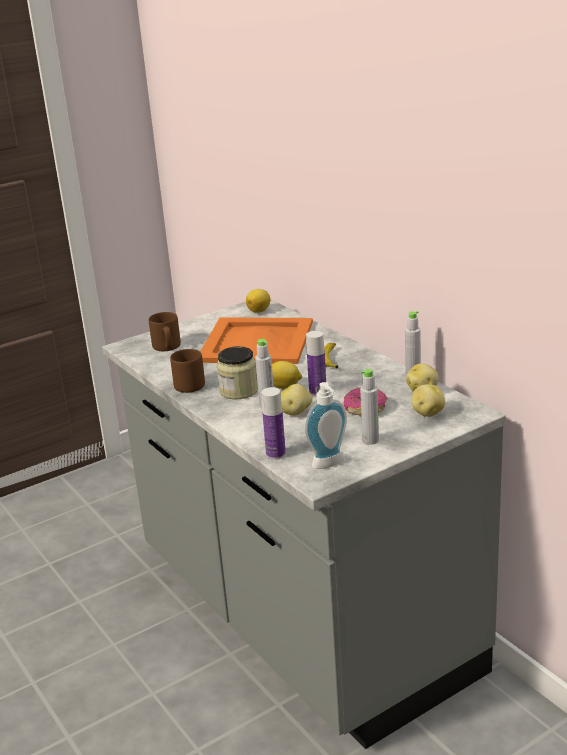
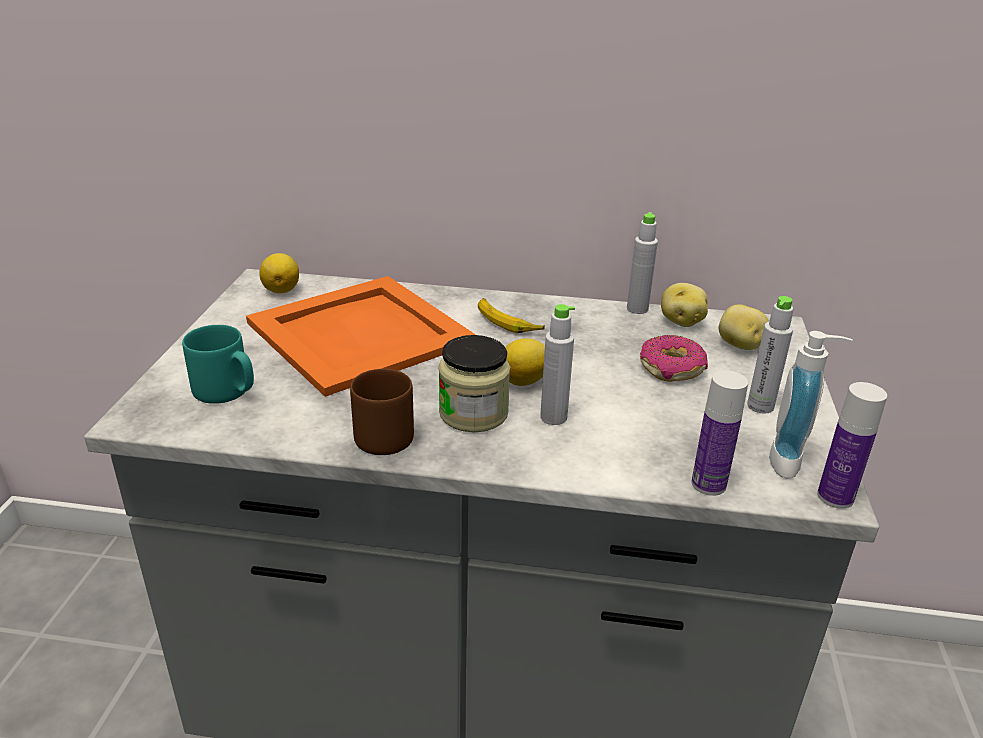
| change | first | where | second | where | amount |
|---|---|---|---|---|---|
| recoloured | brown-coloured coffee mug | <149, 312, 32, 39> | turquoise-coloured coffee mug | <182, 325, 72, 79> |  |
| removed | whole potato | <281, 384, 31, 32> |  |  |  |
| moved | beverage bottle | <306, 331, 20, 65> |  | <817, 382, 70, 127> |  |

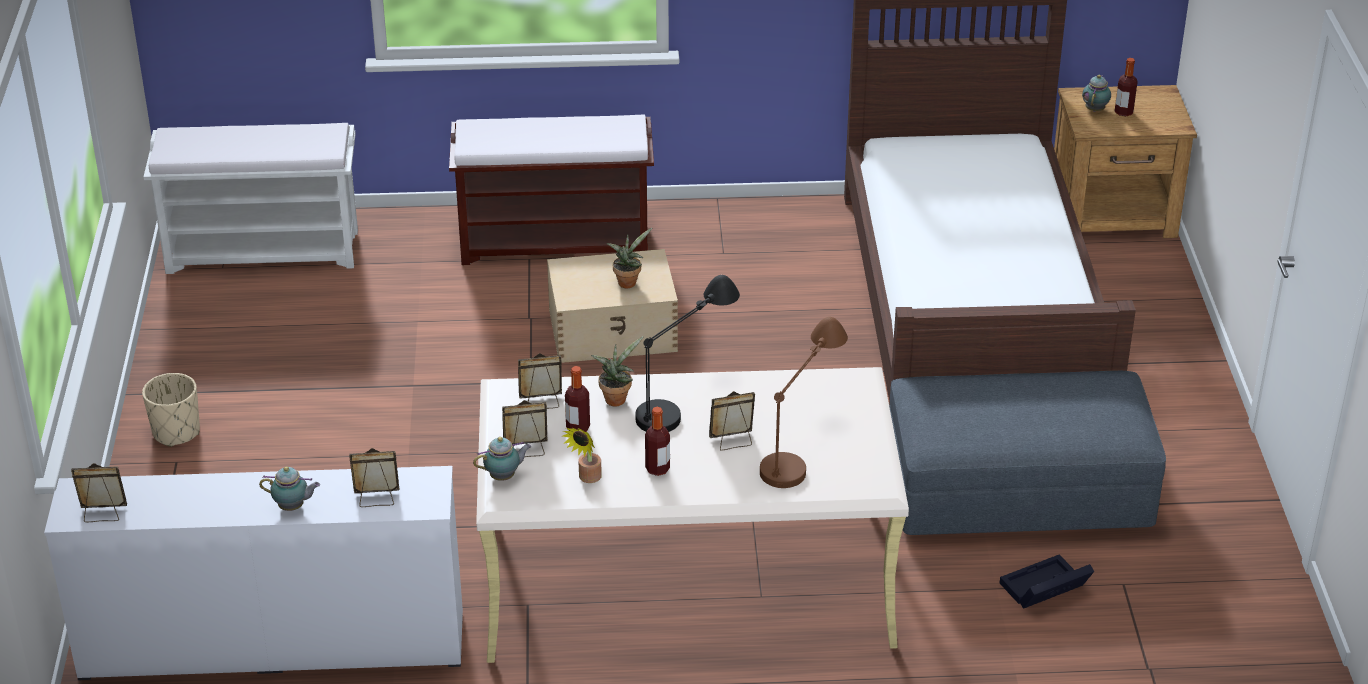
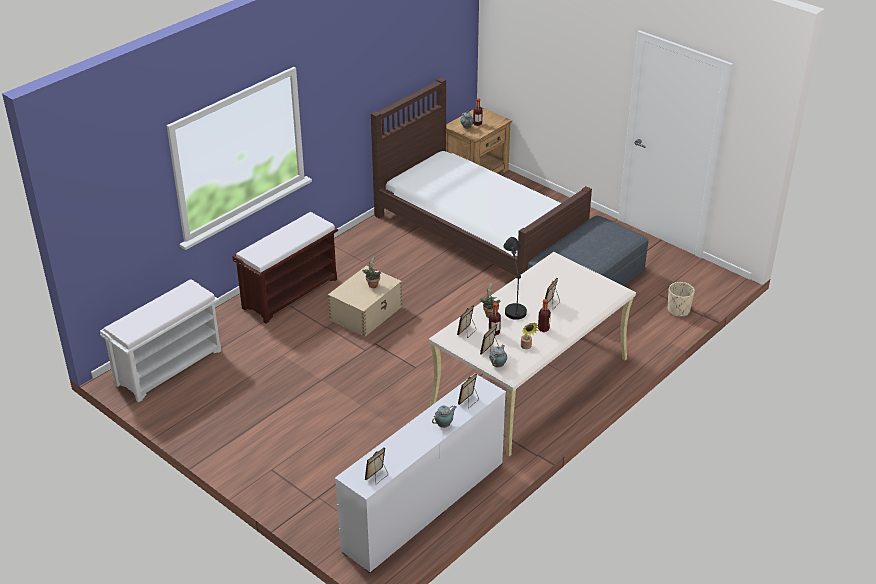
| change | first | where | second | where | amount |
|---|---|---|---|---|---|
| moved | beige-coloured plant pot | <142, 373, 58, 74> |  | <667, 282, 28, 35> |  |
| removed | brown-coloured tabletop lamp | <760, 317, 88, 171> |  |  |  |
| removed | black-coloured storage container | <1000, 555, 94, 54> |  |  |  |

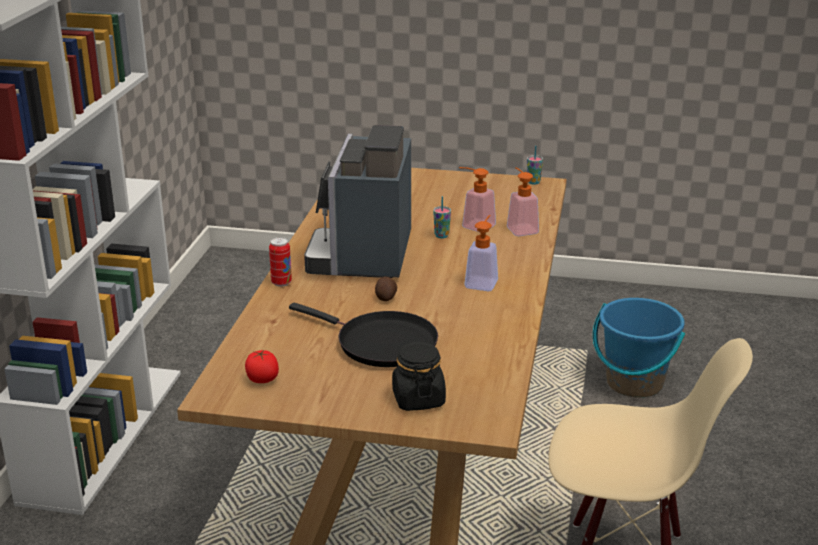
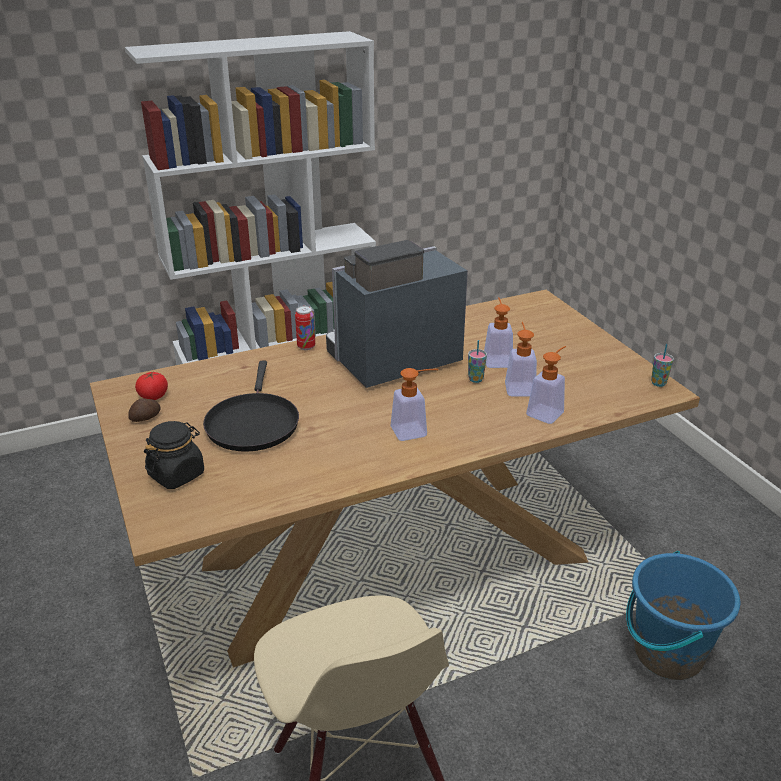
| change | first | where | second | where | amount |
|---|---|---|---|---|---|
| moved | whole potato | <375, 277, 22, 24> |  | <128, 398, 33, 24> |  |
| added |  |  | soap dispenser | <484, 297, 29, 71> |  |

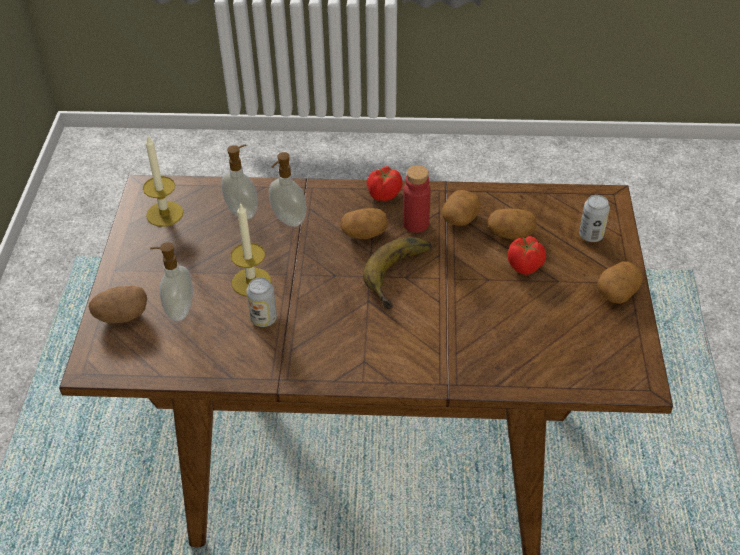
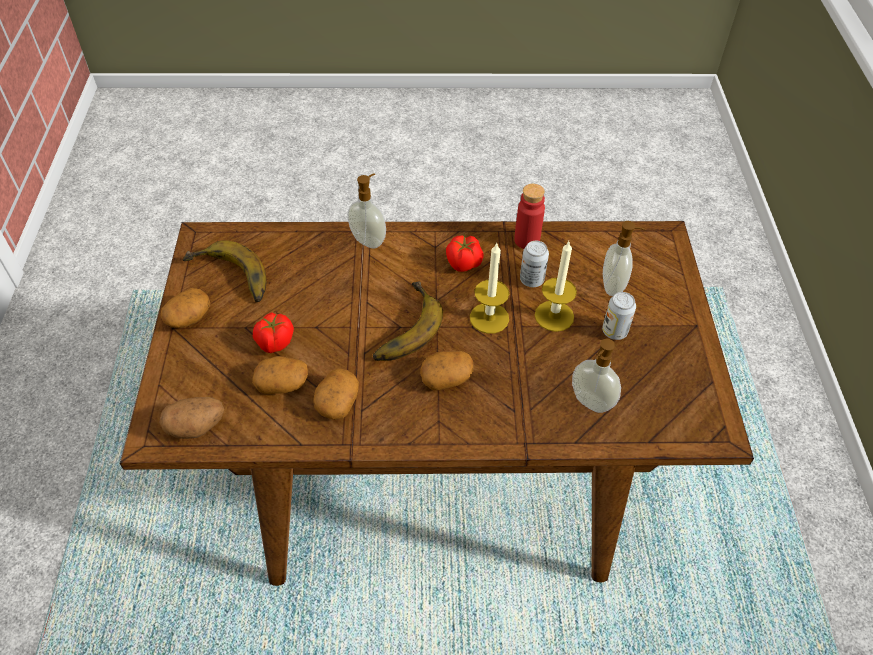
| change | first | where | second | where | amount |
|---|---|---|---|---|---|
| moved | whole potato | <89, 286, 58, 37> |  | <159, 397, 65, 42> |  |
| moved | candle | <143, 136, 40, 91> |  | <470, 242, 39, 92> |  |
| moved | soap dispenser | <269, 152, 38, 75> |  | <348, 173, 38, 75> |  |
| moved | whole tomato | <366, 166, 37, 35> |  | <446, 235, 38, 37> |  |
| moved | red beverage bottle | <403, 165, 28, 68> |  | <514, 184, 31, 65> |  |
| moved | metal can | <579, 195, 31, 47> |  | <602, 292, 34, 48> |  |
| added |  |  | whole banana | <183, 240, 83, 62> |  |

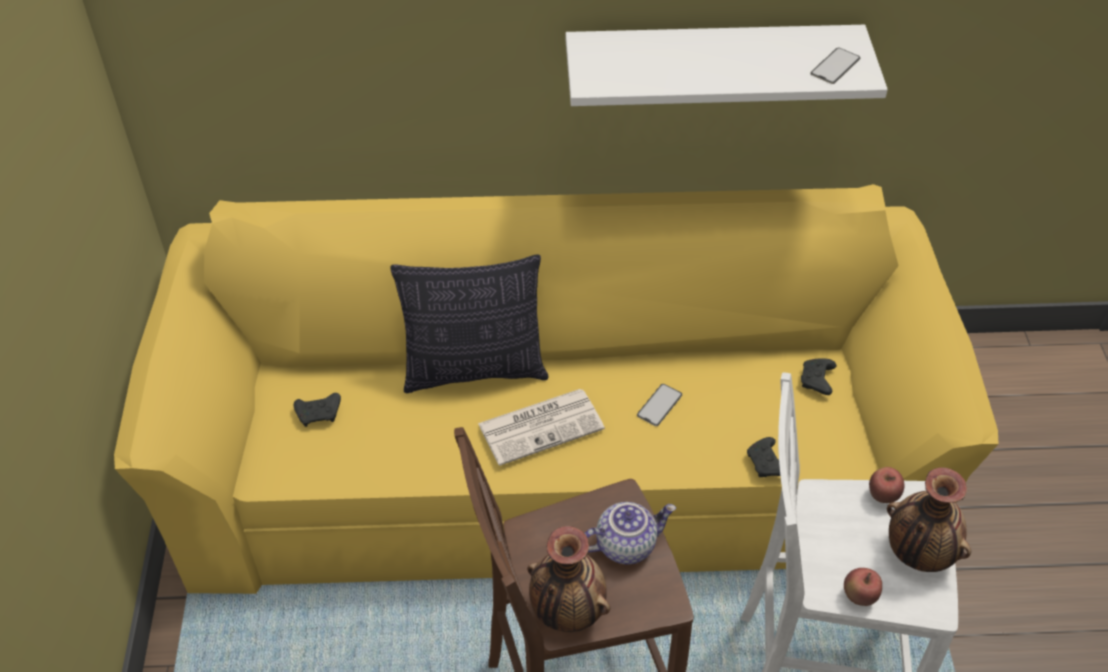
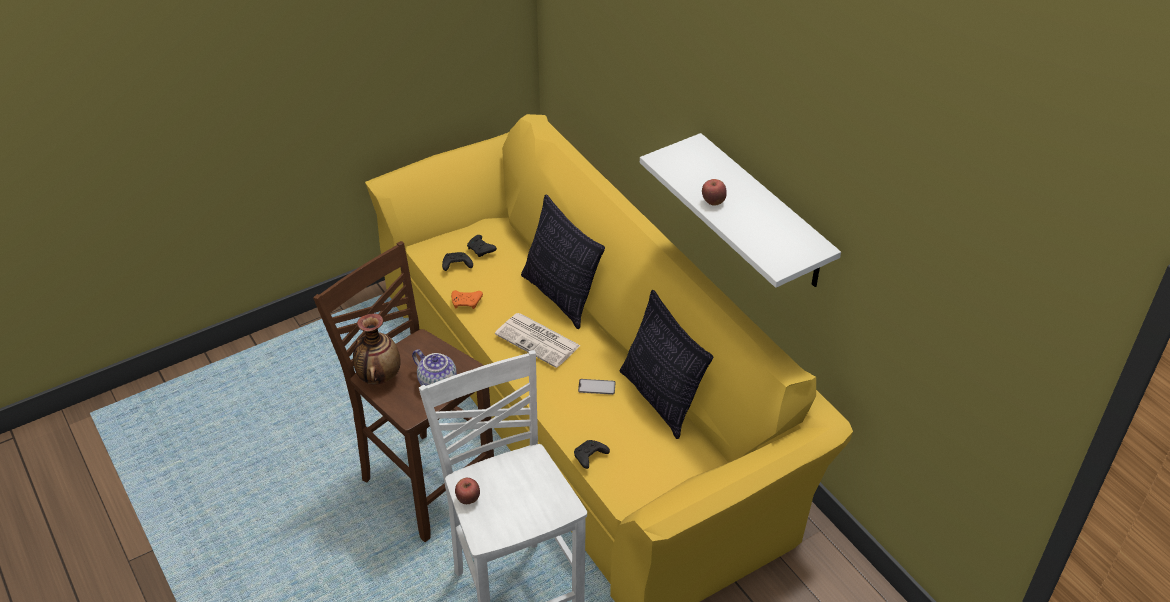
| change | first | where | second | where | amount |
|---|---|---|---|---|---|
| moved | black-coloured joypad | <801, 358, 35, 37> |  | <442, 252, 31, 19> |  |
| removed | handset | <810, 48, 50, 36> |  |  |  |
| moved | apple fruit | <869, 467, 35, 36> |  | <702, 179, 25, 27> |  |
| removed | decorative vase | <887, 467, 84, 105> |  |  |  |
| added |  |  | orange-coloured joypad | <451, 290, 32, 19> |  |
| added |  |  | pillow | <620, 290, 93, 149> |  |

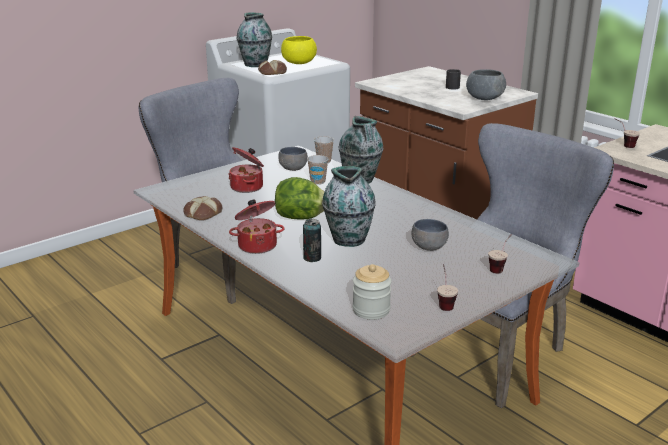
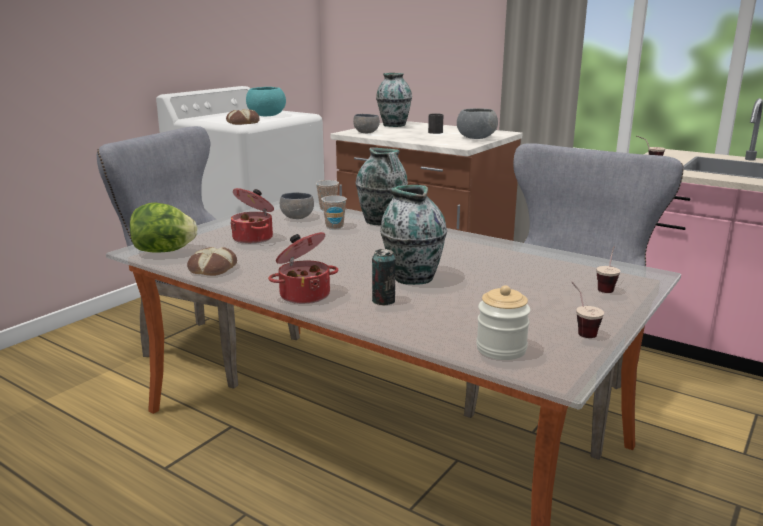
| change | first | where | second | where | amount |
|---|---|---|---|---|---|
| moved | decorative vase | <237, 13, 35, 54> |  | <376, 73, 36, 54> |  |
| moved | lettuce head | <275, 177, 49, 42> |  | <130, 202, 68, 51> |  |
| recoloured | yellow bowl | <281, 36, 36, 28> | turquoise-coloured bowl | <246, 87, 40, 29> |  |
| moved | greyish bowl | <411, 219, 38, 32> |  | <353, 114, 27, 19> |  |

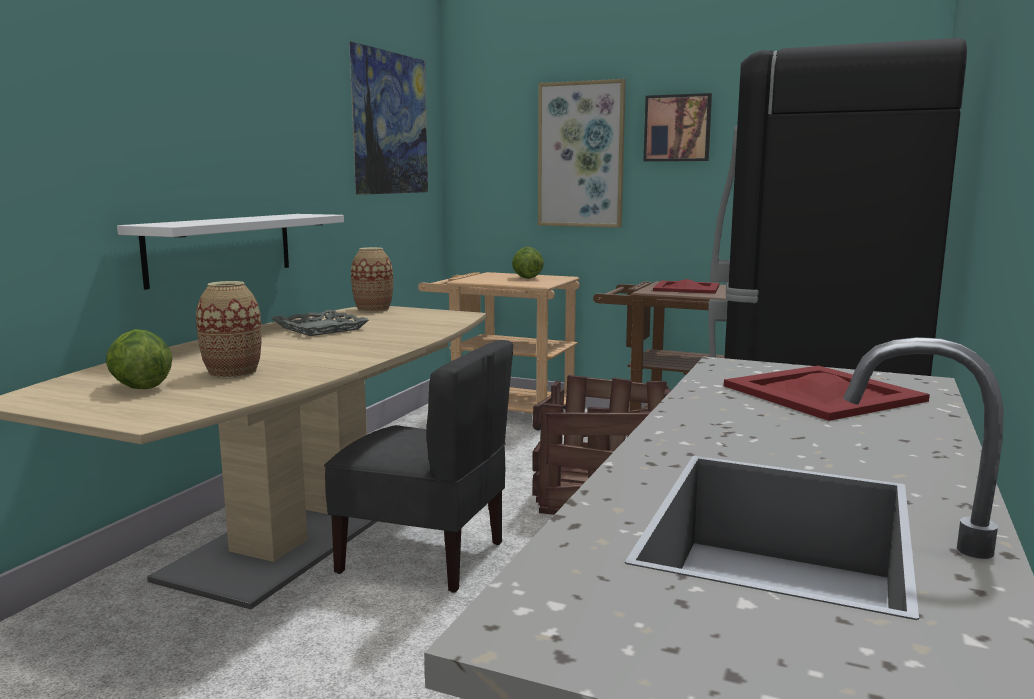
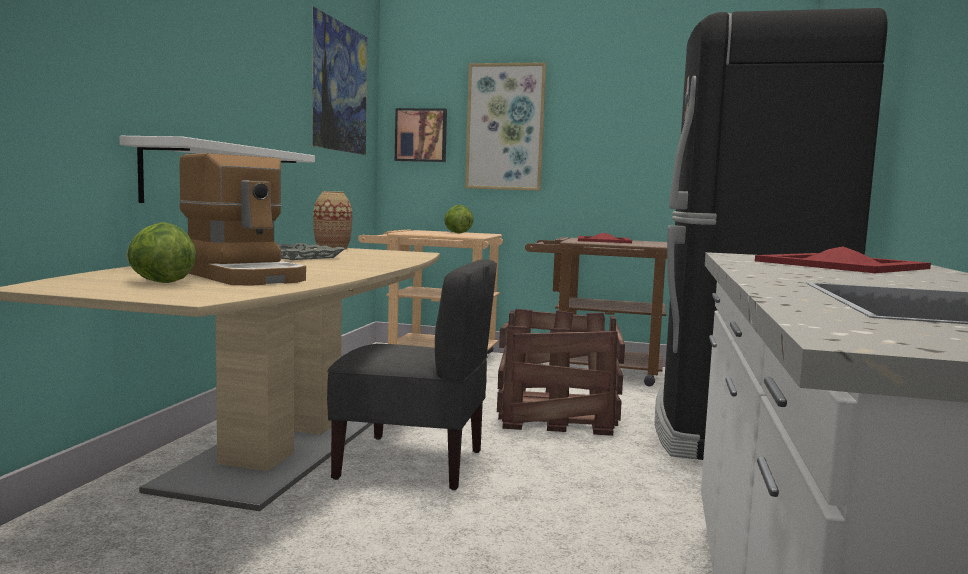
| change | first | where | second | where | amount |
|---|---|---|---|---|---|
| replaced | decorative vase | <196, 281, 66, 97> | coffee brewer | <179, 153, 127, 133> |  |
| moved | wall picture | <643, 93, 69, 69> |  | <395, 108, 52, 54> |  |

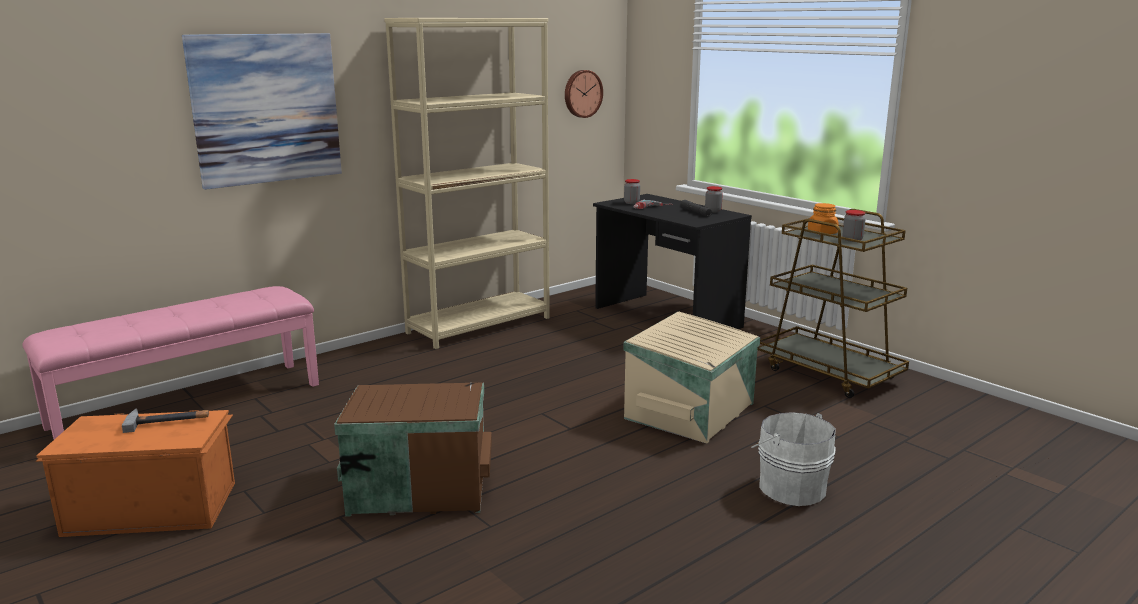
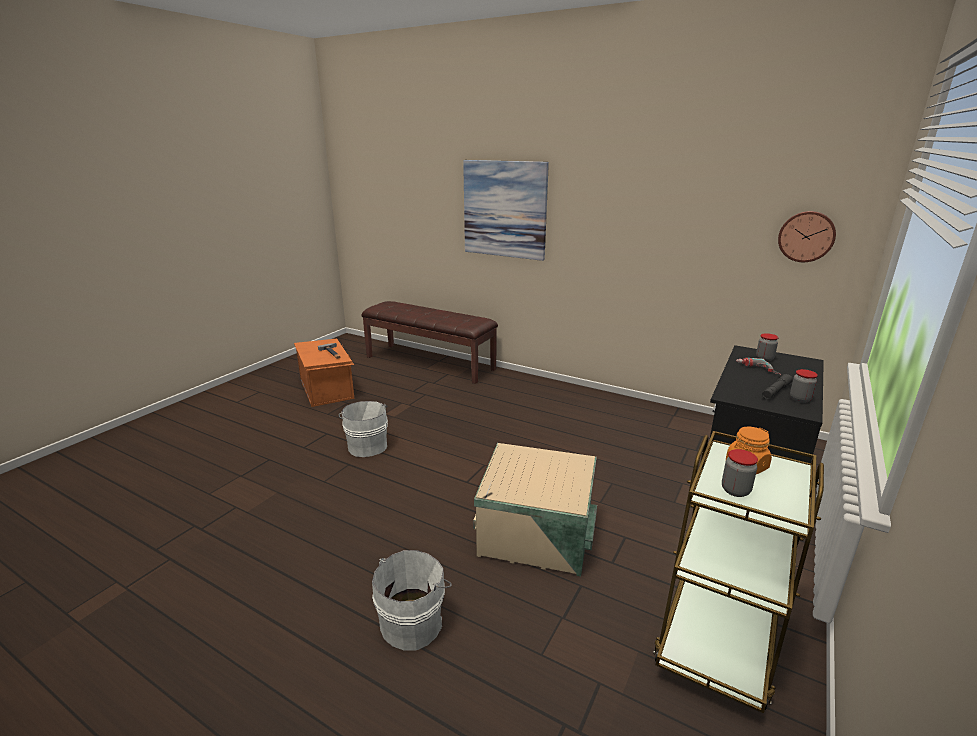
| change | first | where | second | where | amount |
|---|---|---|---|---|---|
| recoloured | pink-coloured long seat | <22, 286, 297, 153> | brown-coloured long seat | <362, 301, 136, 83> |  |
| replaced | brown-coloured storage container | <334, 383, 158, 134> | white-coloured bucket | <339, 401, 49, 56> |  |
| removed | beige-coloured bookcase | <384, 18, 166, 331> |  |  |  |

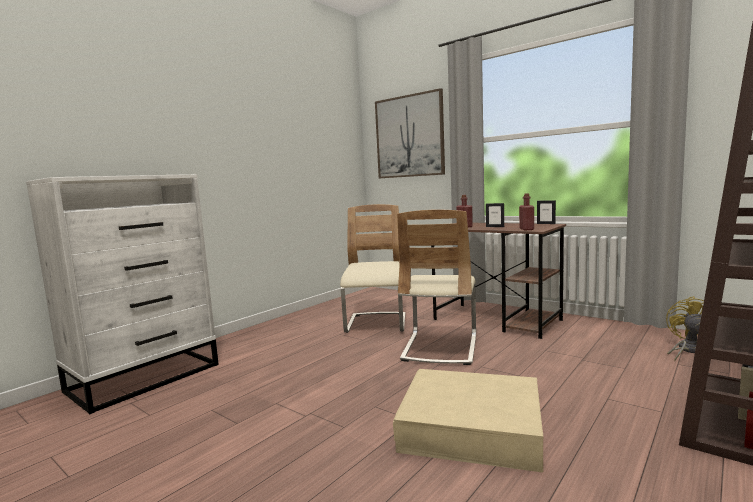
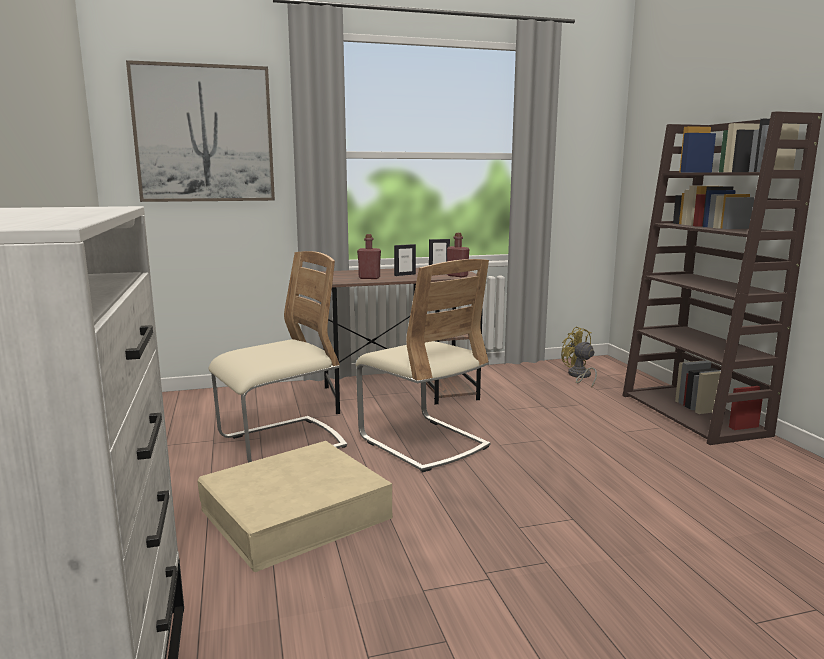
| change | first | where | second | where | amount |
|---|---|---|---|---|---|
| turned | beige-coloured upright chair | <340, 204, 65, 129> |  | <208, 251, 139, 211> | 105 degrees clockwise |
| moved | beige-coloured storage container | <393, 369, 151, 103> |  | <197, 441, 196, 131> |  |

